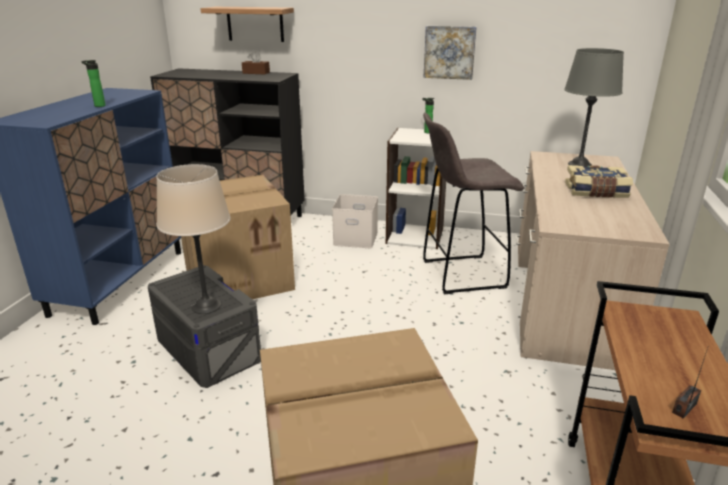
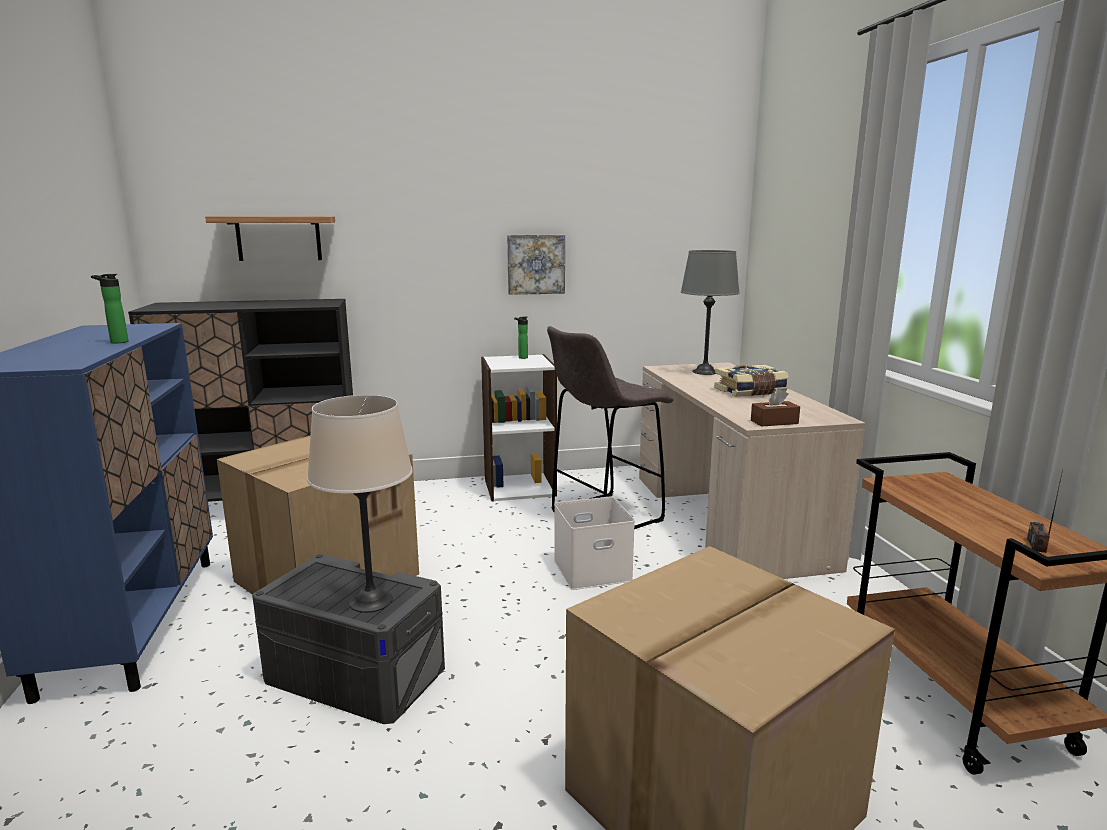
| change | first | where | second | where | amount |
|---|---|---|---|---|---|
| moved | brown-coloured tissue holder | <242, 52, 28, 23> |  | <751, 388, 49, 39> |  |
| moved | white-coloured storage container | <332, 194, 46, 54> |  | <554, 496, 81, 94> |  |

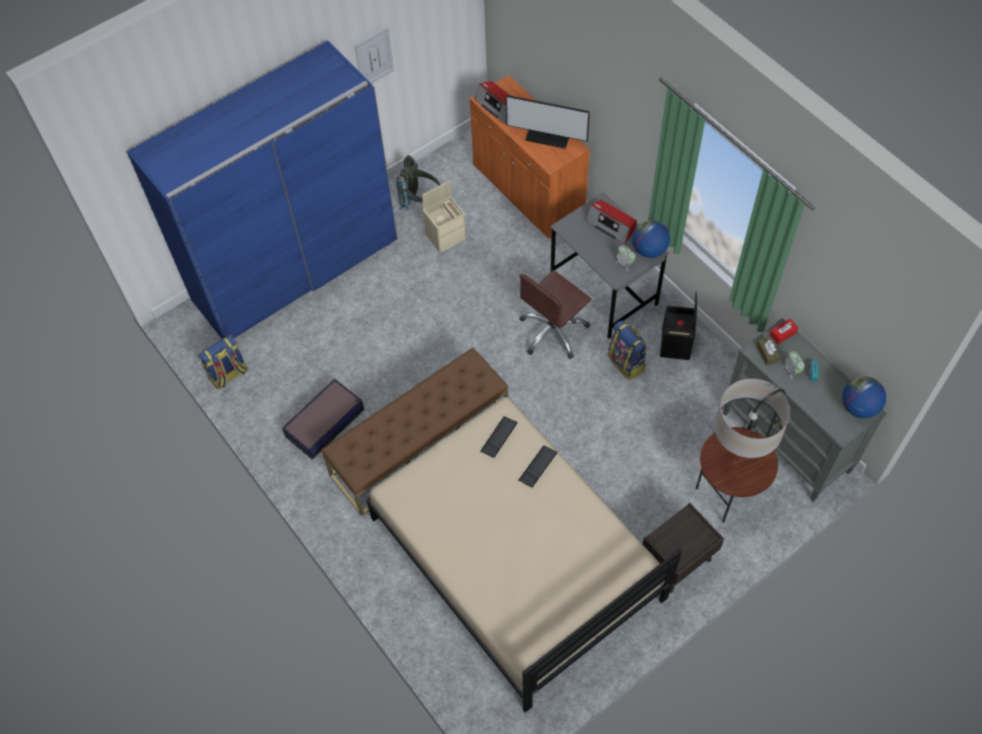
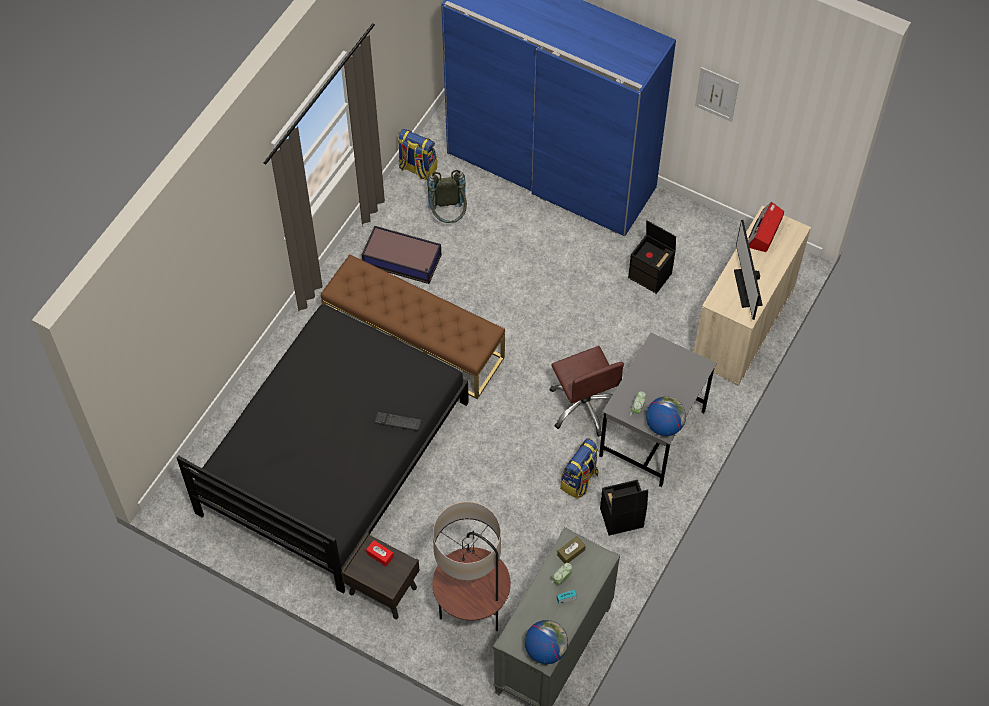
| change | first | where | second | where | amount |
|---|---|---|---|---|---|
| recoloured | beige-coloured bed | <366, 397, 316, 316> | black-coloured bed | <177, 305, 292, 289> |  |
| moved | greyish rucksack | <396, 155, 44, 56> |  | <427, 170, 40, 53> |  |
| recoloured | beige-coloured storage container | <422, 180, 45, 73> | black-coloured storage container | <628, 220, 48, 74> |  |
| recoloured | orange-coloured storage cabinet | <470, 75, 120, 164> | beige-coloured storage cabinet | <694, 206, 117, 179> |  |
| removed | PC keyboard | <480, 416, 38, 42> |  |  |  |
| turned | brown-coloured desk chair | <520, 270, 71, 89> |  | <550, 346, 74, 91> | 135 degrees counterclockwise |
| removed | radio receiver | <586, 200, 51, 44> |  |  |  |
| moved | red tissue holder | <770, 319, 29, 25> |  | <366, 540, 28, 26> |  |

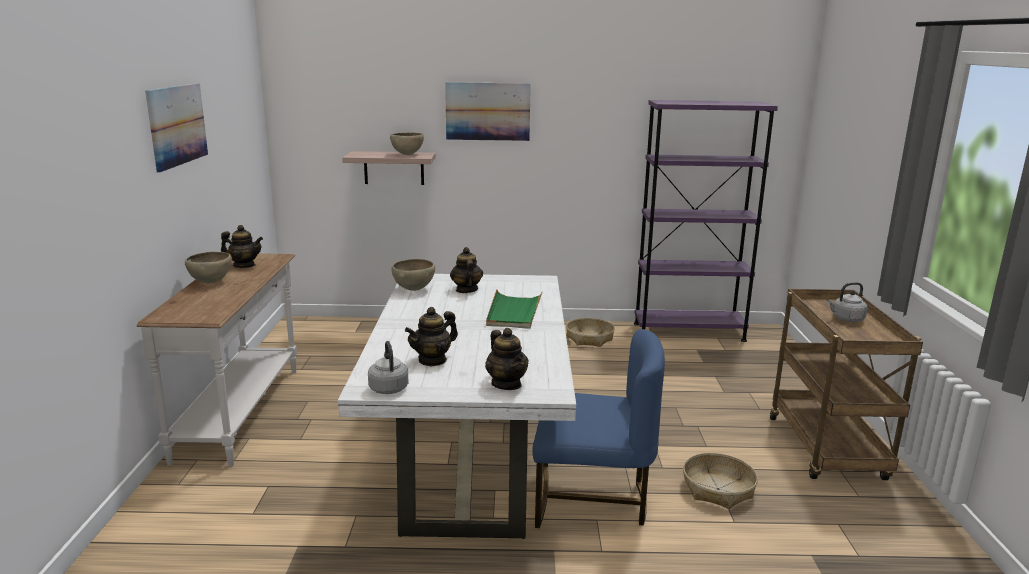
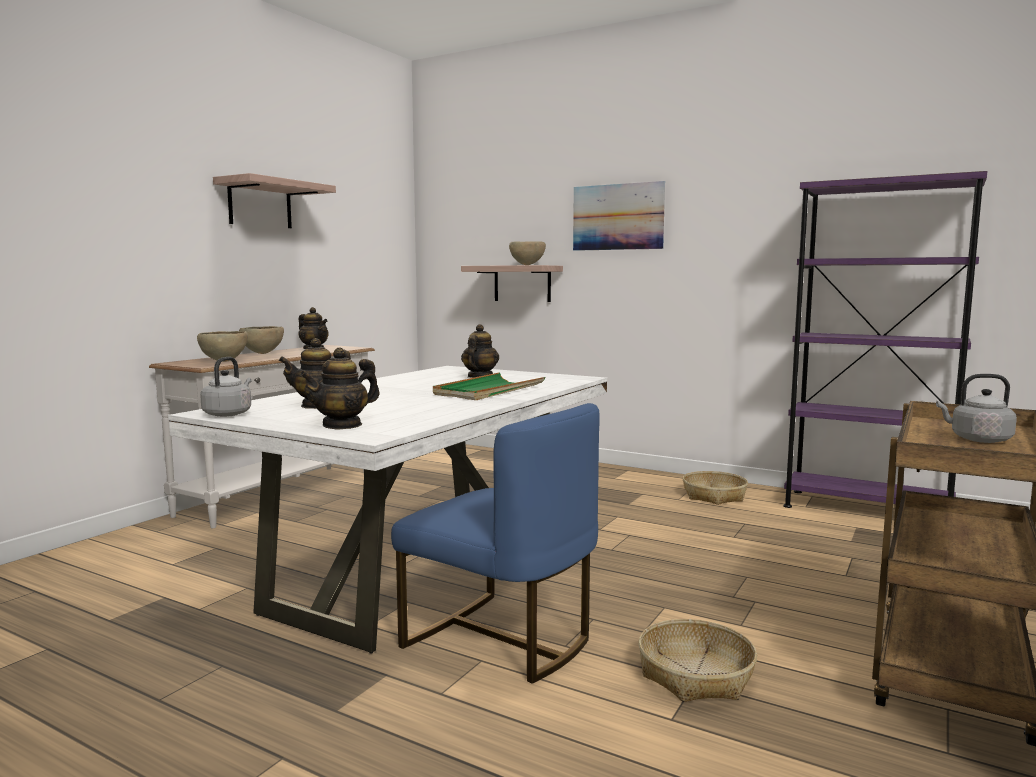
| change | first | where | second | where | amount |
|---|---|---|---|---|---|
| replaced | wall picture | <145, 83, 63, 89> | wall shelf | <213, 173, 123, 55> |  |
| moved | brown-coloured bowl | <391, 259, 44, 32> |  | <197, 331, 51, 31> |  |
| turned | tea pot | <485, 328, 44, 62> |  | <300, 348, 80, 82> | 45 degrees clockwise |

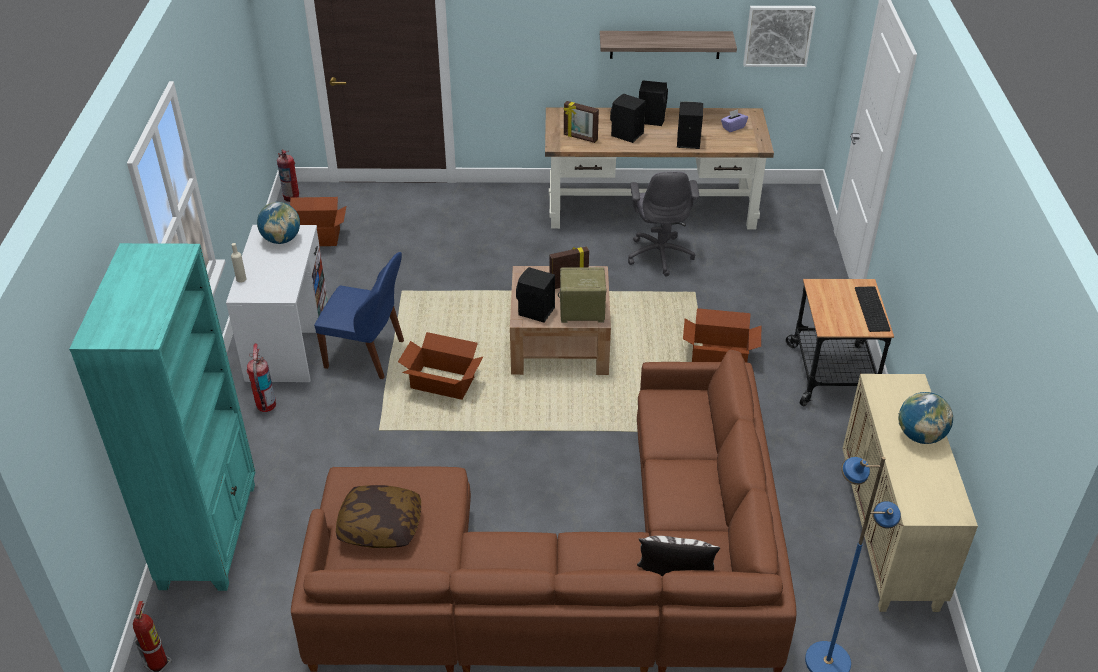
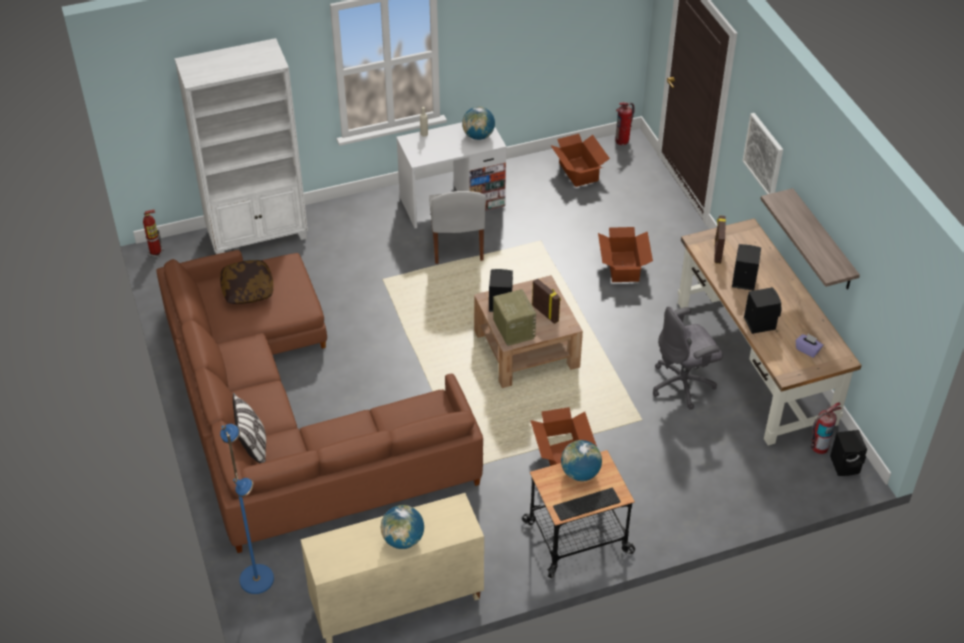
| change | first | where | second | where | amount |
|---|---|---|---|---|---|
| recoloured | turquoise-coloured bookcase | <69, 243, 186, 348> | white-coloured bookcase | <174, 38, 134, 216> |  |
| moved | fire-fighting cylinder | <247, 343, 30, 69> |  | <811, 402, 31, 52> |  |
| recoloured | bluish upright chair | <314, 252, 90, 127> | white-coloured upright chair | <429, 191, 57, 73> |  |
| moved | carton | <398, 332, 86, 68> |  | <598, 227, 55, 55> |  |
| moved | black-coloured loudspeaker | <639, 80, 29, 46> |  | <830, 430, 37, 46> |  |
| moved | wall picture | <743, 6, 73, 61> |  | <742, 113, 41, 81> |  |
| added |  |  | world globe | <561, 440, 41, 41> |  |

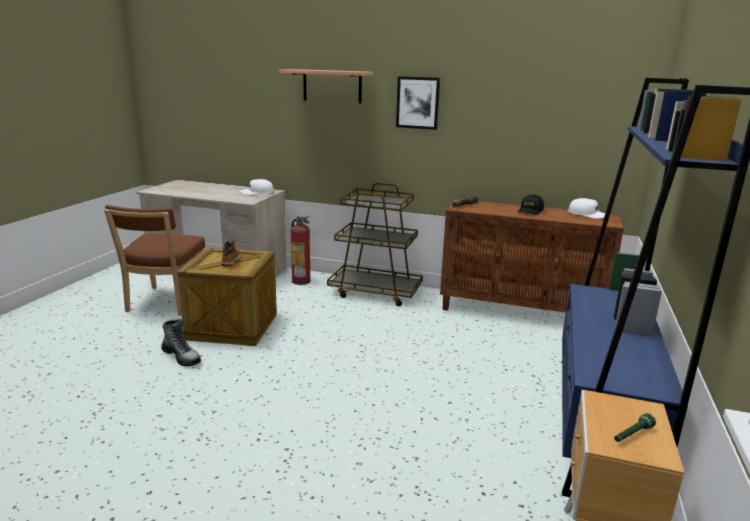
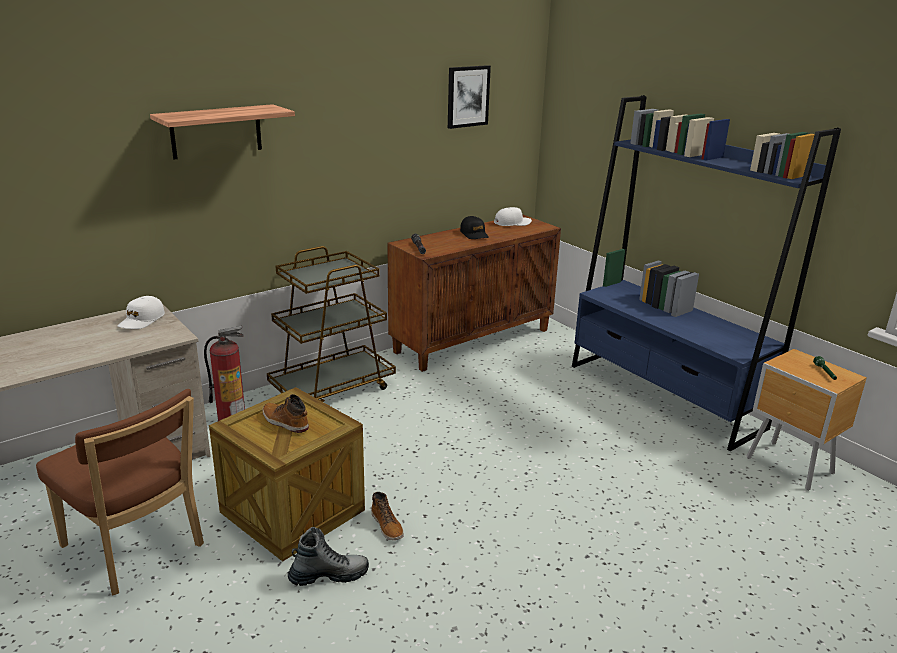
| change | first | where | second | where | amount |
|---|---|---|---|---|---|
| moved | wall picture | <396, 76, 44, 54> |  | <448, 65, 43, 64> |  |
| added |  |  | high-top boot | <371, 492, 33, 48> |  |

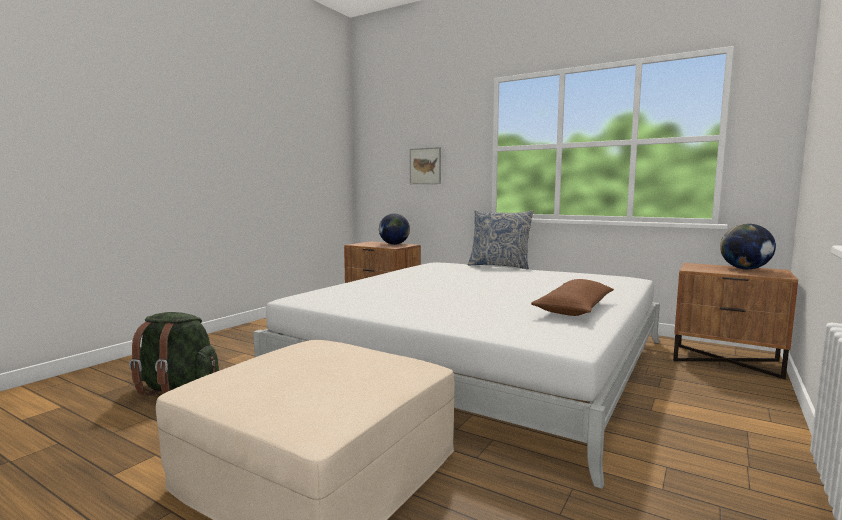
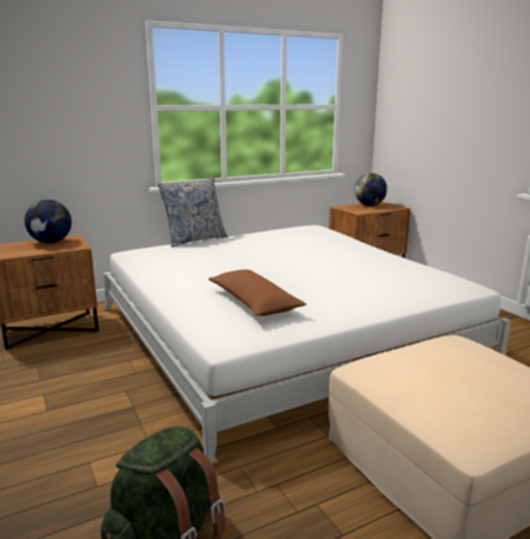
| change | first | where | second | where | amount |
|---|---|---|---|---|---|
| removed | wall picture | <410, 147, 31, 37> |  |  |  |
| moved | brown-coloured pillow | <531, 279, 83, 37> |  | <208, 269, 98, 47> |  |

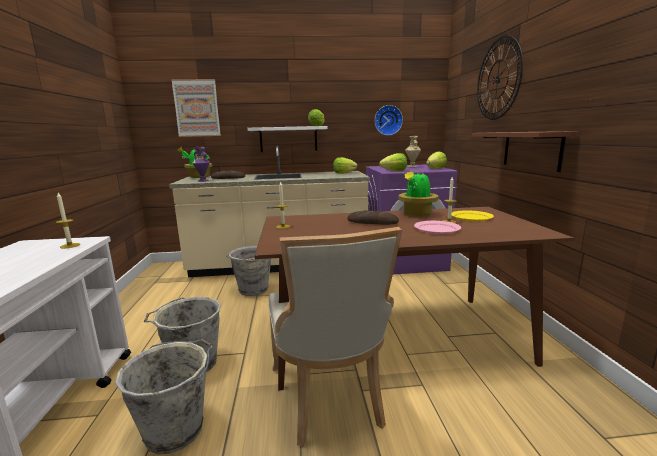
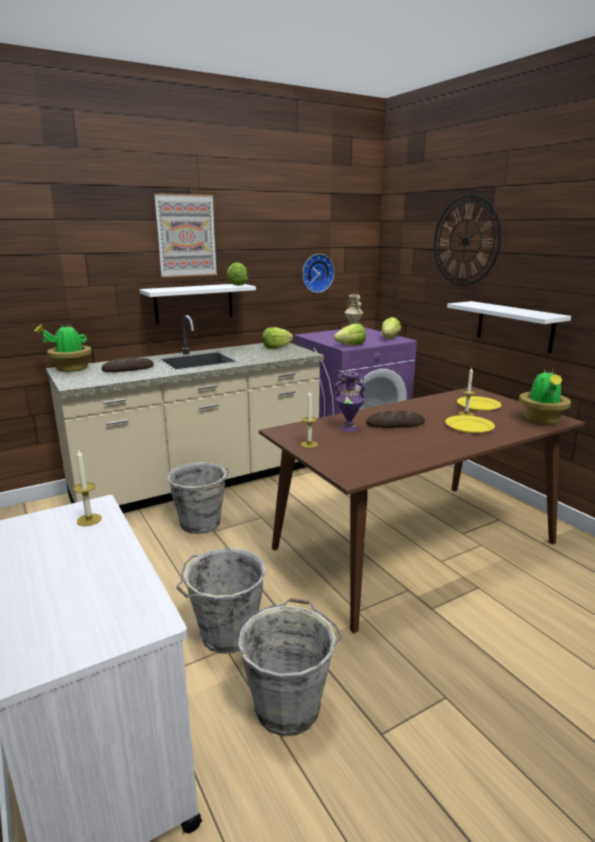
| change | first | where | second | where | amount |
|---|---|---|---|---|---|
| moved | wall picture | <171, 79, 50, 58> |  | <154, 193, 63, 85> |  |
| moved | purple-coloured decorative vase | <192, 147, 18, 35> |  | <334, 372, 32, 60> |  |
| removed | beige-coloured upright chair | <268, 227, 134, 220> |  |  |  |
| moved | houseplant | <399, 170, 40, 46> |  | <519, 369, 52, 56> |  |
| recoloured | pink-coloured plate | <414, 221, 47, 13> | yellow plate | <445, 415, 50, 18> |  |
| recoloured | brown-coloured wall shelf | <472, 131, 106, 41> | white-coloured wall shelf | <447, 301, 124, 52> |  |

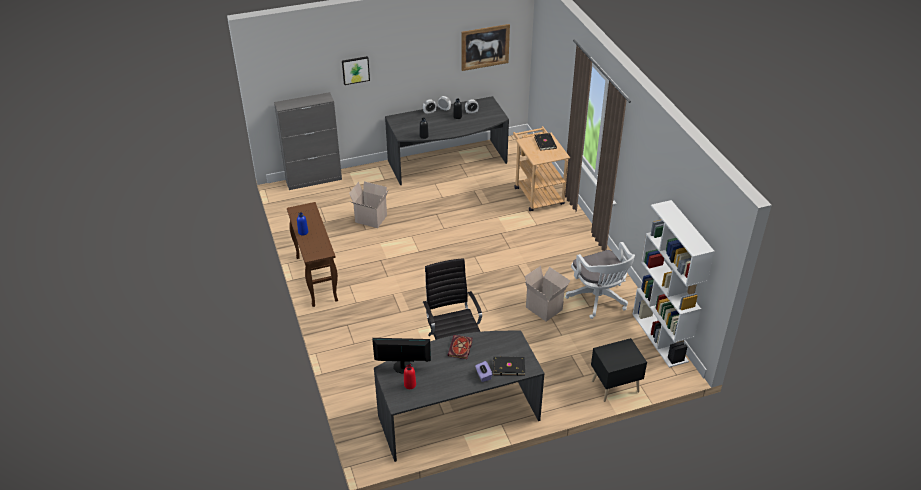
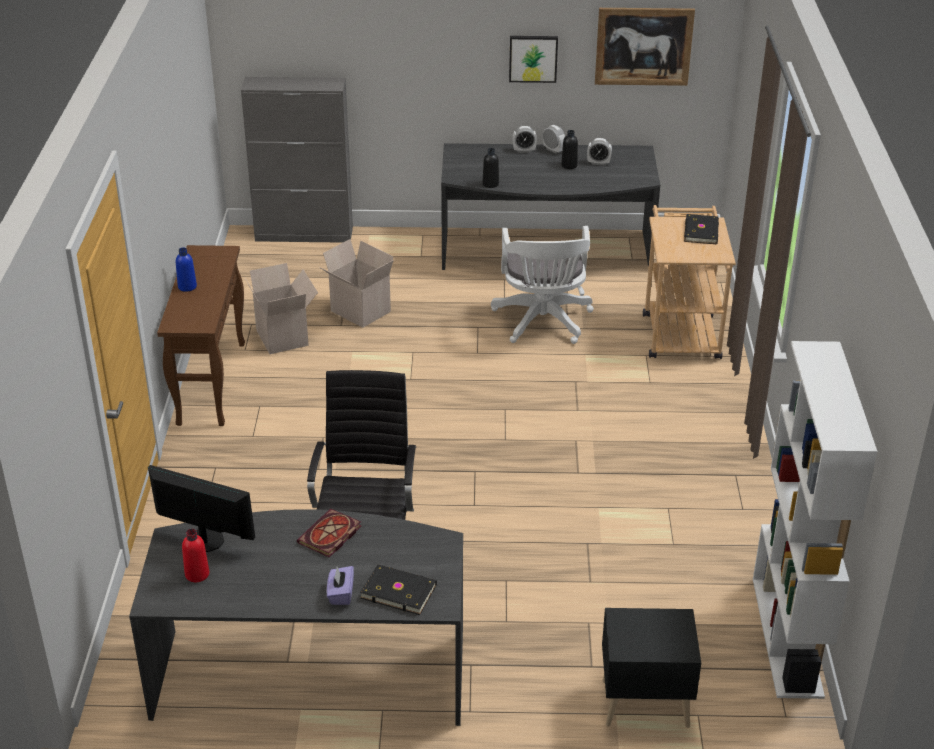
| change | first | where | second | where | amount |
|---|---|---|---|---|---|
| moved | wall picture | <342, 56, 28, 29> |  | <509, 36, 49, 47> |  |
| moved | carton | <525, 266, 45, 56> |  | <245, 263, 73, 91> |  |
| moved | white-coloured desk chair | <565, 242, 70, 77> |  | <491, 226, 103, 118> |  |

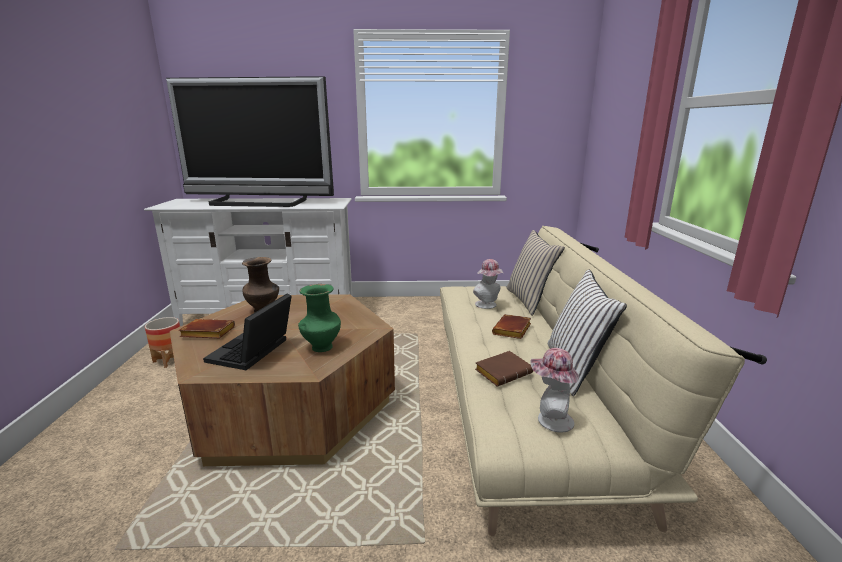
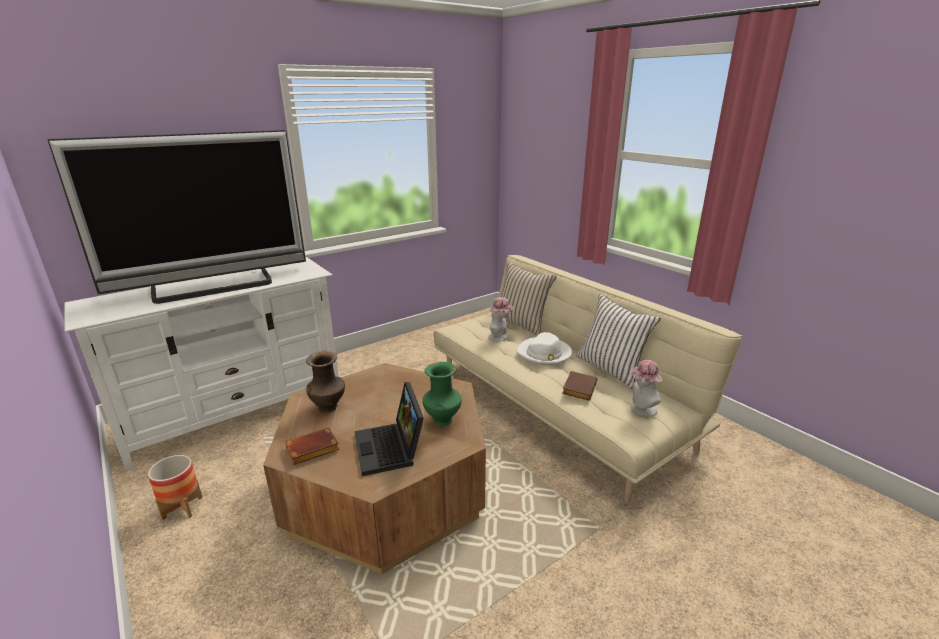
| change | first | where | second | where | amount |
|---|---|---|---|---|---|
| replaced | brown-coloured bound book | <492, 314, 39, 25> | white-coloured hat | <517, 332, 55, 34> |  |

